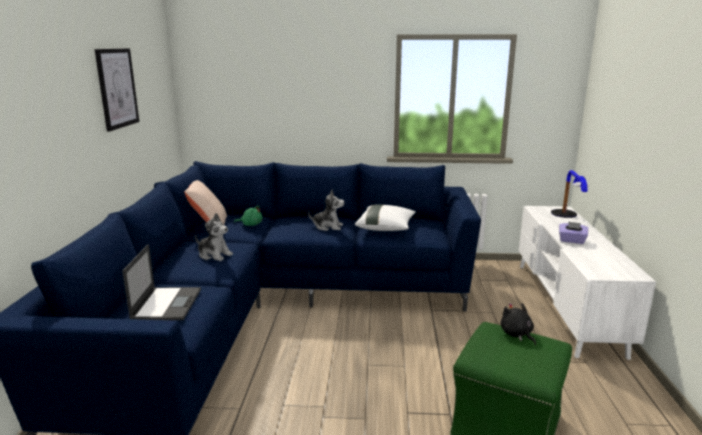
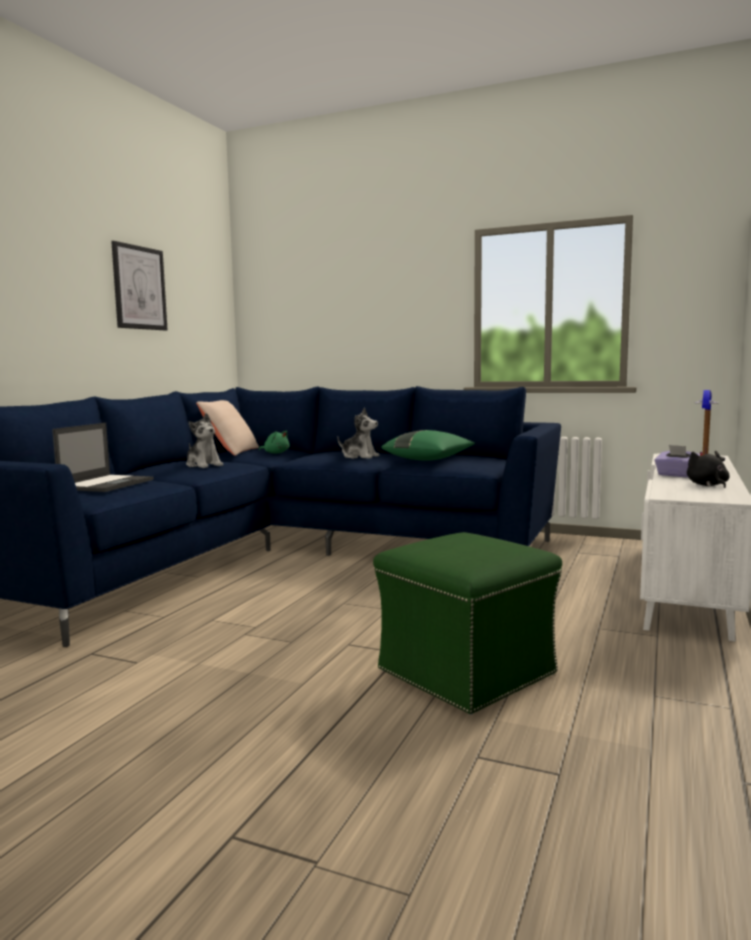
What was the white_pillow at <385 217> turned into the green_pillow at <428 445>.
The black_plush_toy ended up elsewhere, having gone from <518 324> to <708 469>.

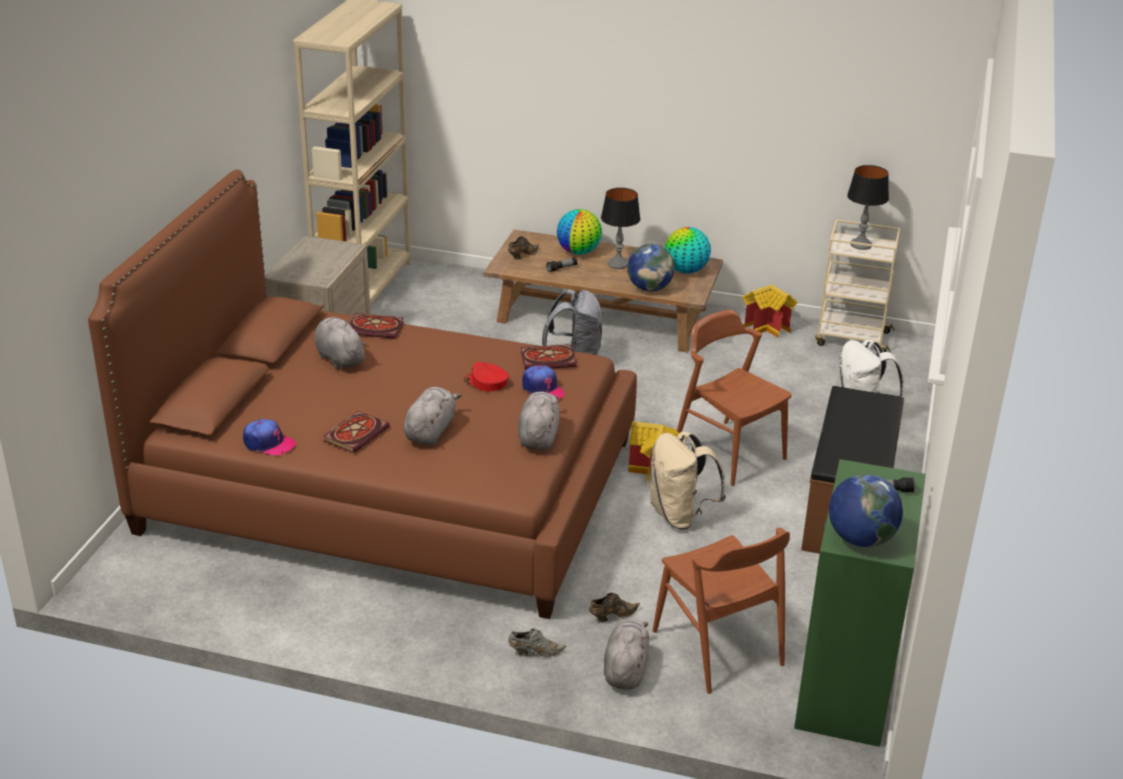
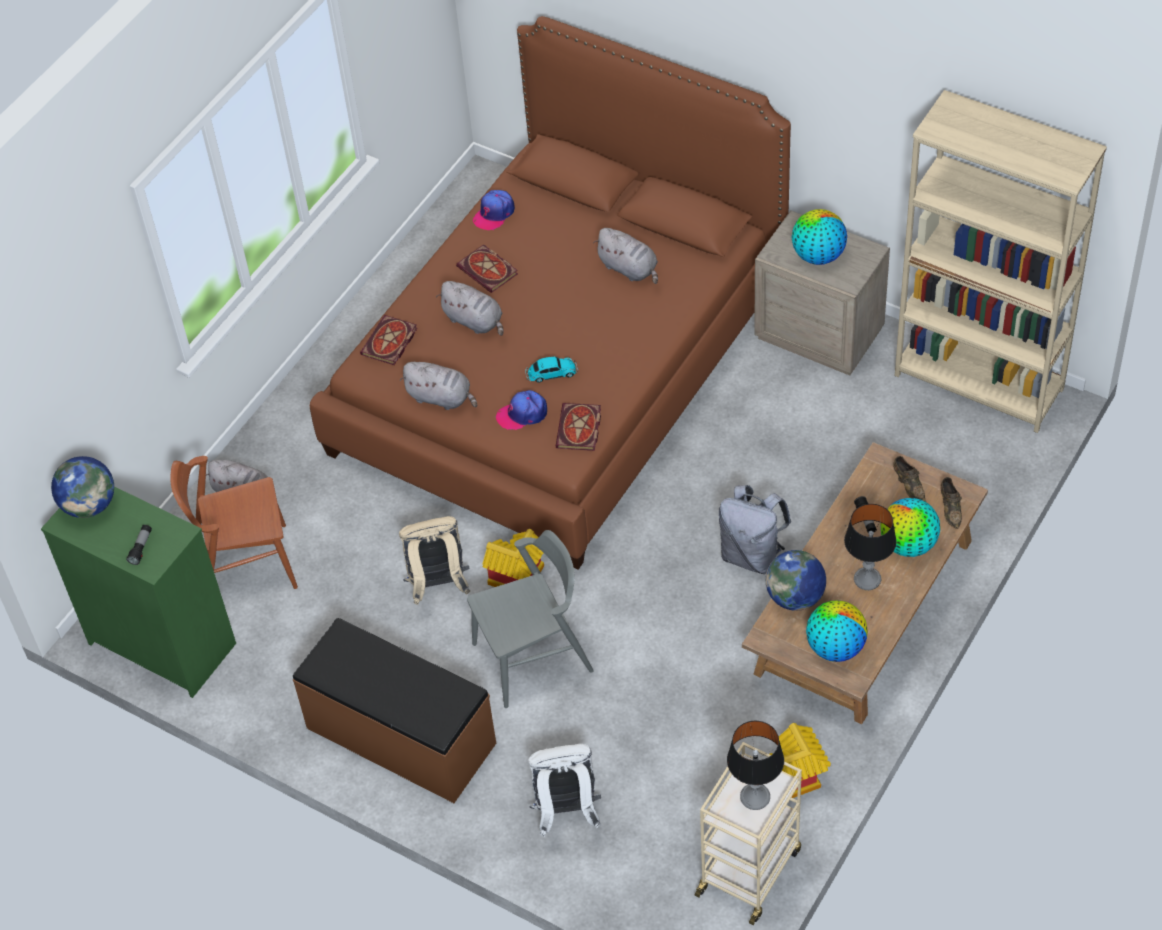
What was the brown_chair at <734 397> turned into the grey_chair at <530 619>.
The book ended up elsewhere, having gone from <377 326> to <388 340>.
The grey_plush_toy at <341 343> ended up facing another way, 60 degrees clockwise from before.
Where the red_cap stood at <486 376>, the toy_car came to stand at <551 369>.
The brown_shoe ended up elsewhere, having gone from <614 607> to <951 503>.
The second view lost the grey_shoe at <537 642>.
The second view gained the globe at <819 237>.

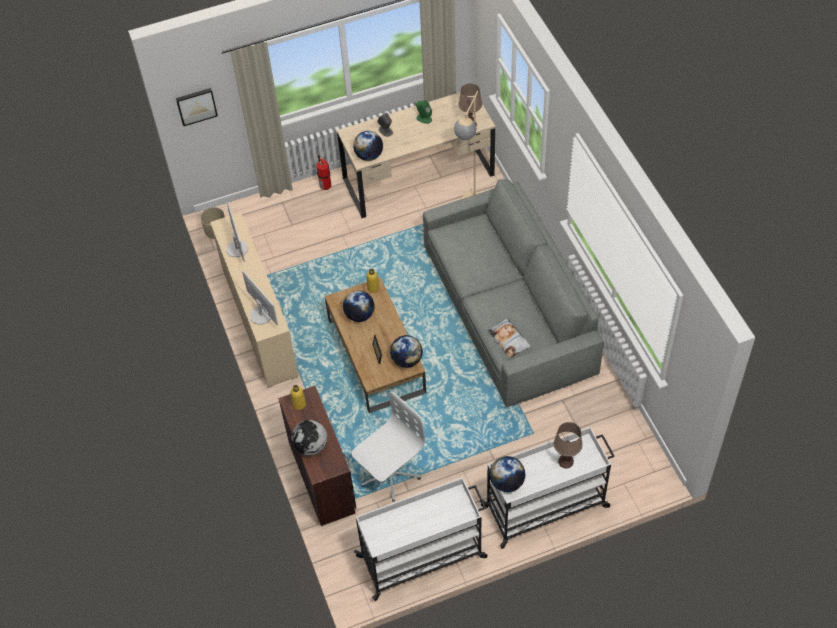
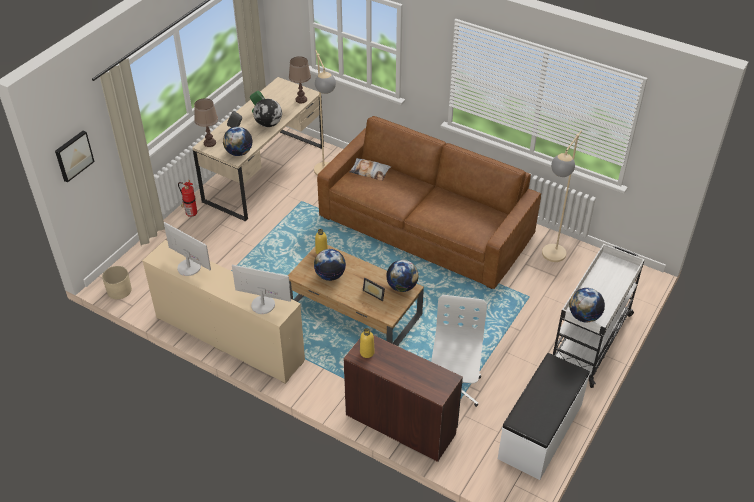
What was the grey_sofa at <513 293> turned into the brown_sofa at <429 202>.
The pillow ended up elsewhere, having gone from <509 338> to <370 169>.
The globe ended up elsewhere, having gone from <309 438> to <267 113>.
The brown_table_lamp ended up elsewhere, having gone from <568 445> to <206 122>.
Where the white_cart stood at <421 539>, the white_bench came to stand at <544 416>.
The second view gained the beige_floor_lamp at <562 196>.

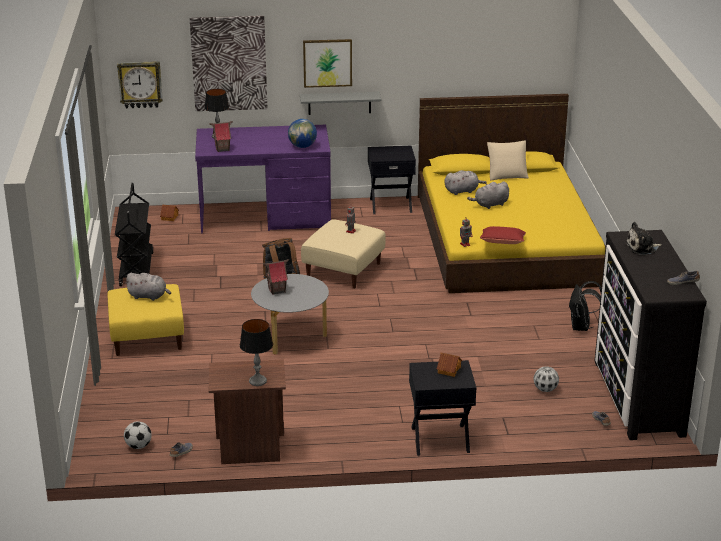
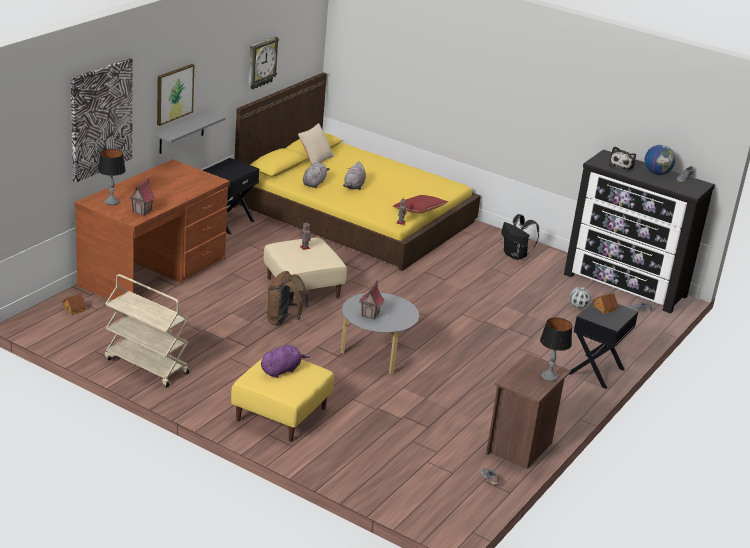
The wall_clock ended up elsewhere, having gone from <140 84> to <263 62>.
The globe ended up elsewhere, having gone from <302 133> to <660 160>.
What was the purple_desk at <263 179> turned into the brown_desk at <152 230>.
What was the black_cart at <134 234> turned into the beige_cart at <147 331>.
What was the grey_plush_toy at <148 287> turned into the purple_plush_toy at <285 361>.
The second view lost the football at <138 435>.

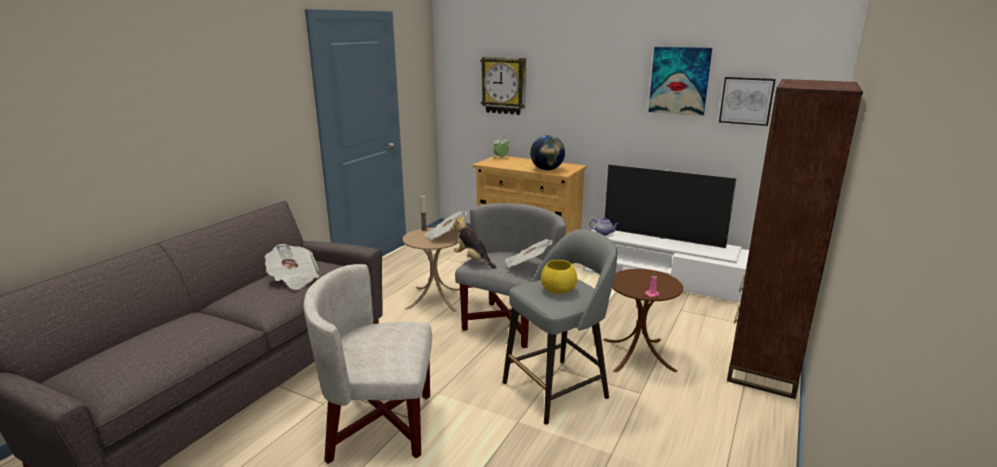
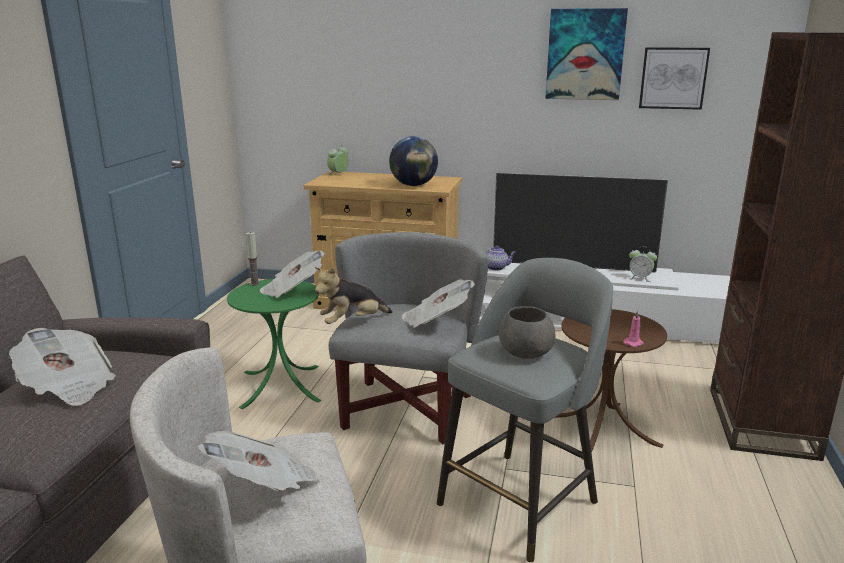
The second view lost the wall_clock at <503 86>.
The plush_toy at <473 242> ended up facing another way, 60 degrees counterclockwise from before.
What was the beige_side_table at <431 269> turned into the green_side_table at <274 344>.
What was the yellow_bowl at <559 277> turned into the grey_bowl at <527 332>.
The second view gained the alarm_clock at <642 264>.
The second view gained the newspaper at <260 461>.

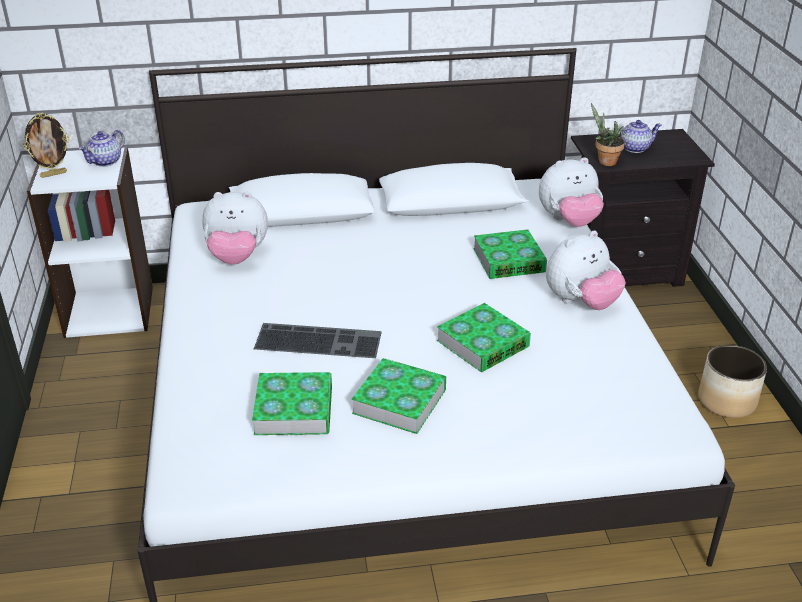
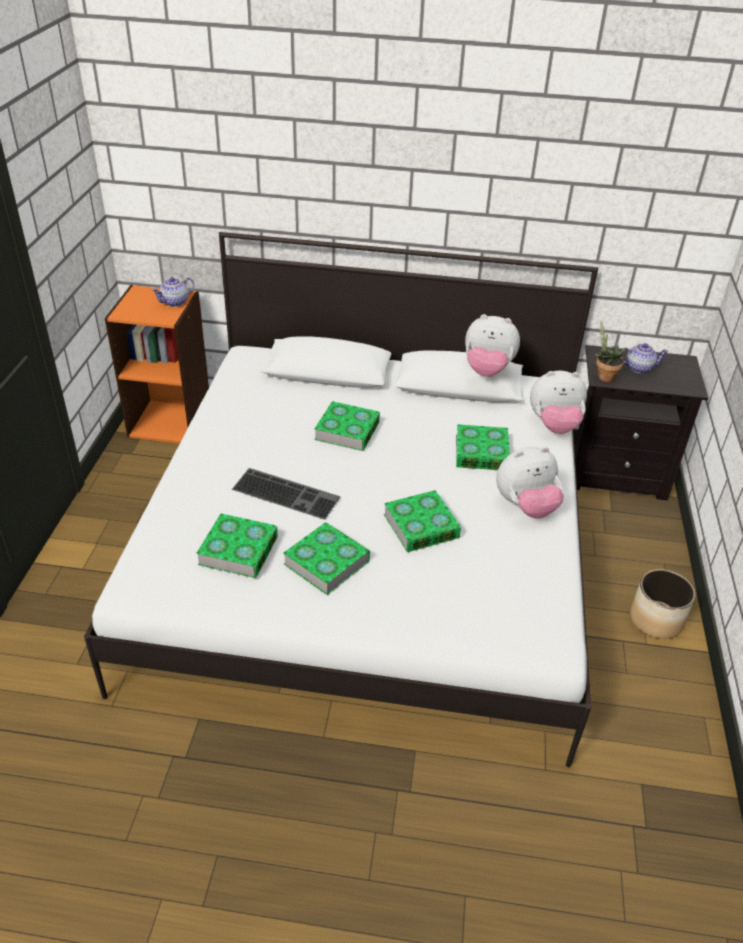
The second view lost the picture_frame at <46 145>.
What was the white_bookcase at <90 242> turned into the orange_bookcase at <157 364>.
The plush_toy ended up elsewhere, having gone from <235 228> to <492 345>.
The second view gained the book at <347 426>.

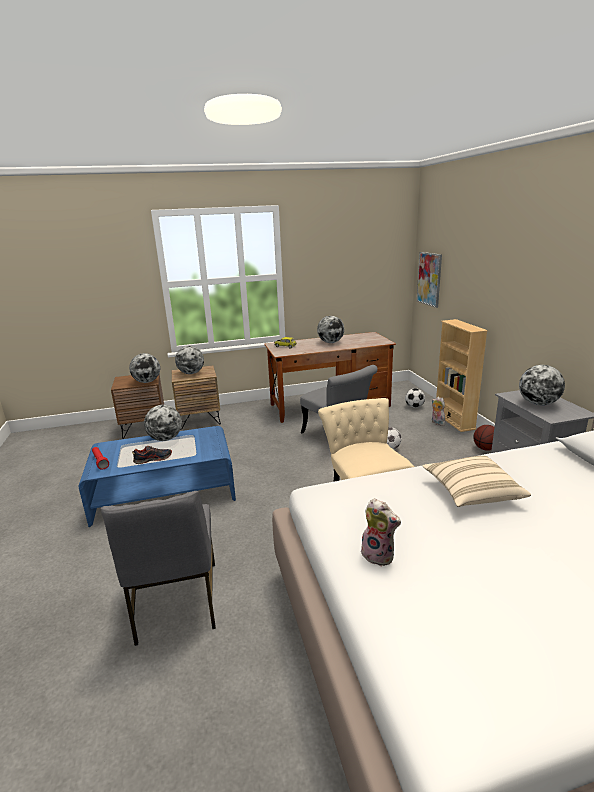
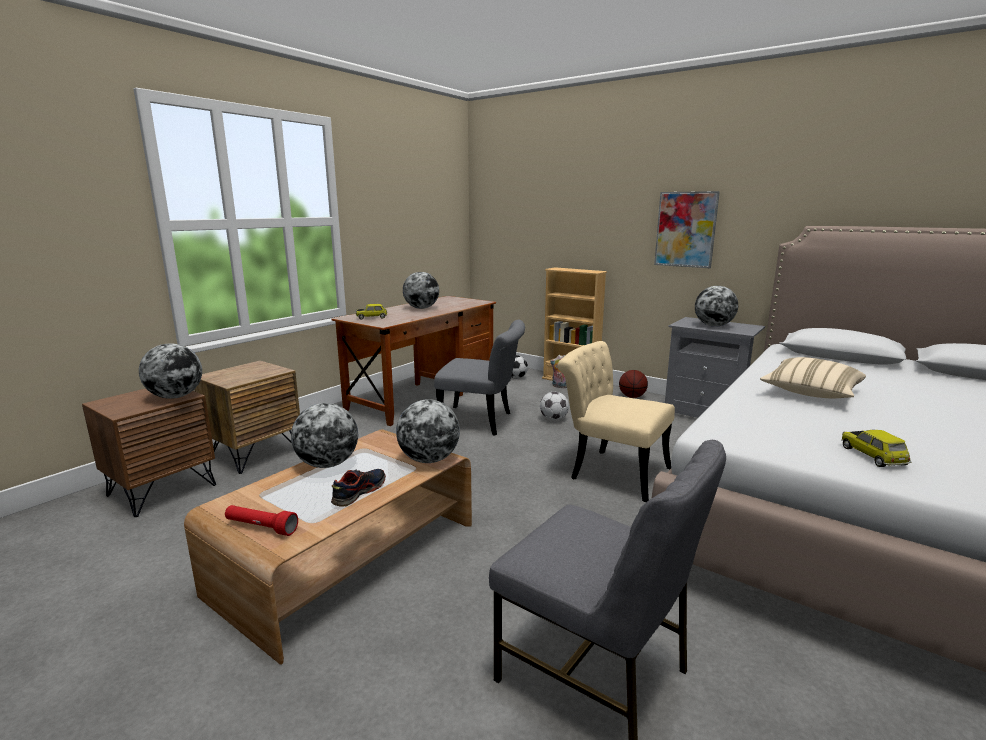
The picture ended up elsewhere, having gone from <429 280> to <687 229>.
The globe ended up elsewhere, having gone from <189 360> to <428 431>.
What was the blue_coffee_table at <157 476> turned into the brown_coffee_table at <328 547>.
Where the plush_toy stood at <381 532>, the toy_car came to stand at <876 448>.

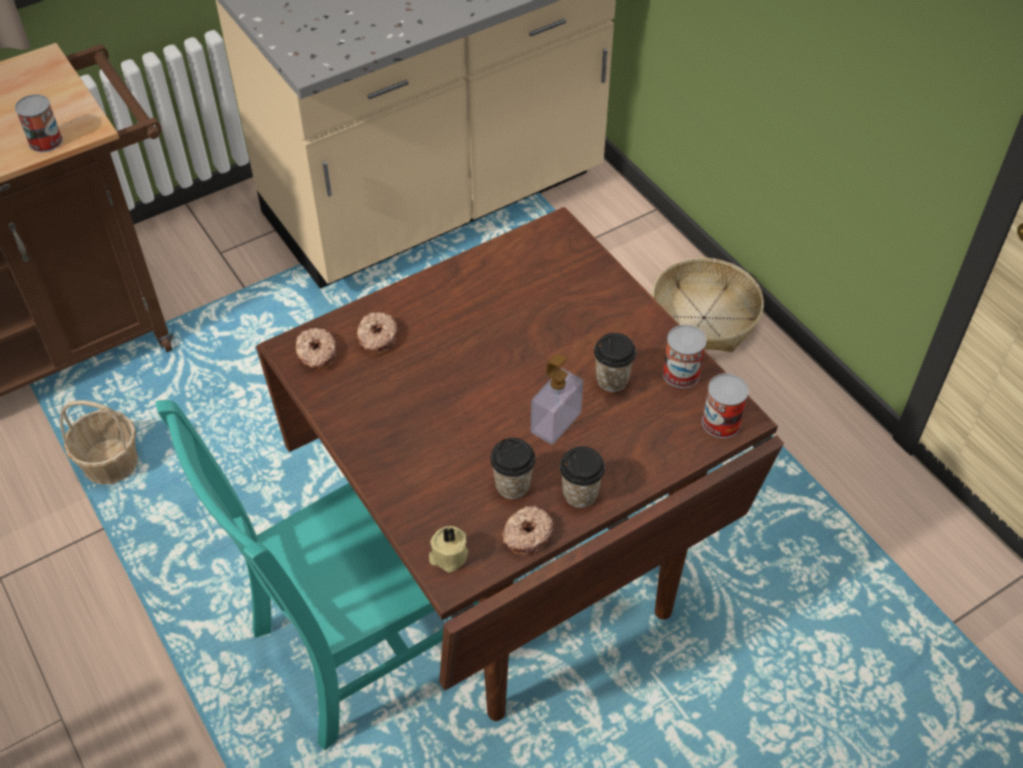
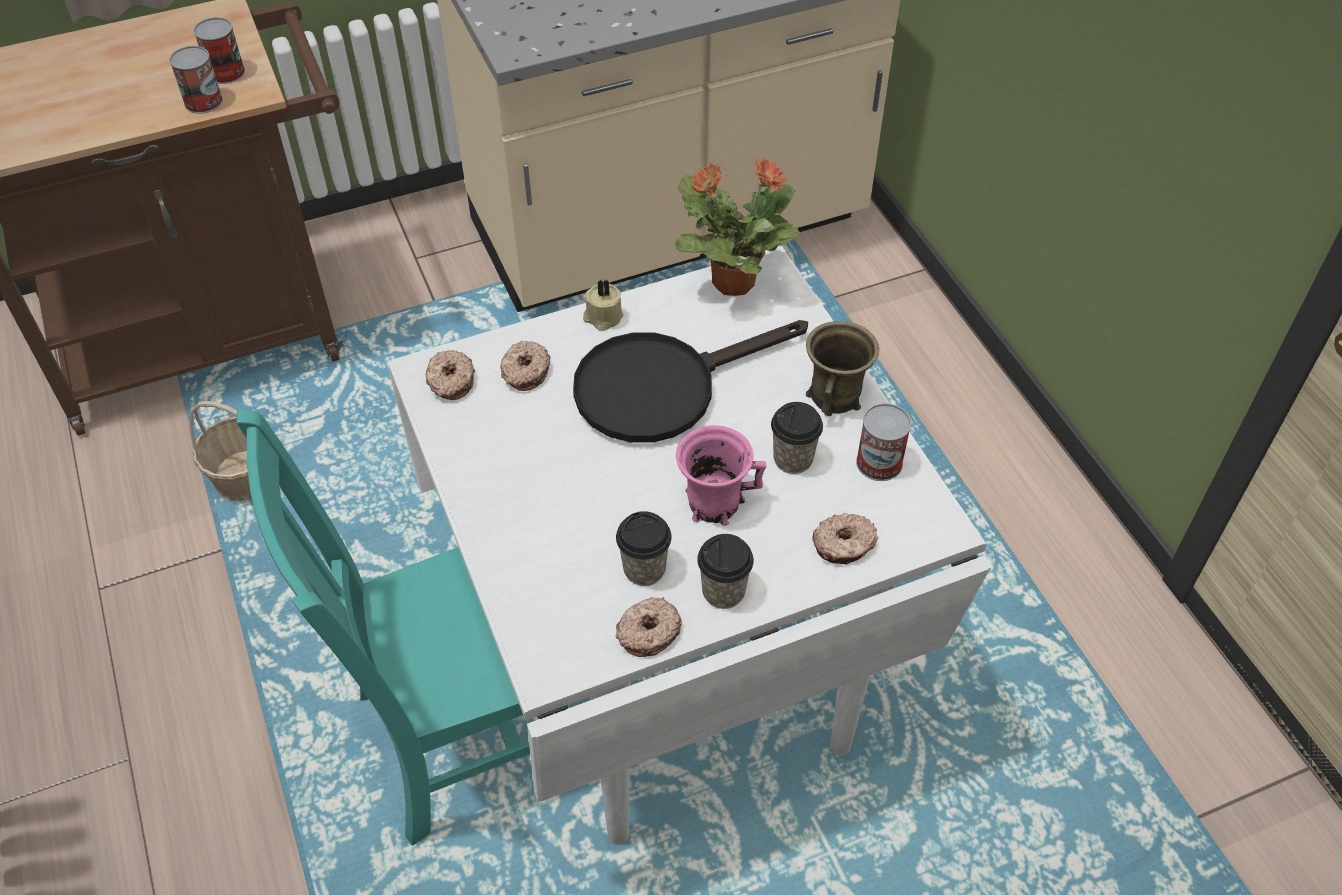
What was the brown_dining_table at <520 464> turned into the white_dining_table at <689 545>.
The second view lost the basket at <708 305>.
Where the soap_dispenser stood at <557 399>, the pink_mug came to stand at <721 475>.
The can ended up elsewhere, having gone from <725 405> to <219 50>.
The beige_candle ended up elsewhere, having gone from <448 549> to <603 305>.
The second view gained the potted_plant at <738 226>.
The second view gained the black_frying_pan at <690 381>.
The second view gained the brown_mug at <842 368>.
The second view gained the donut at <845 539>.

